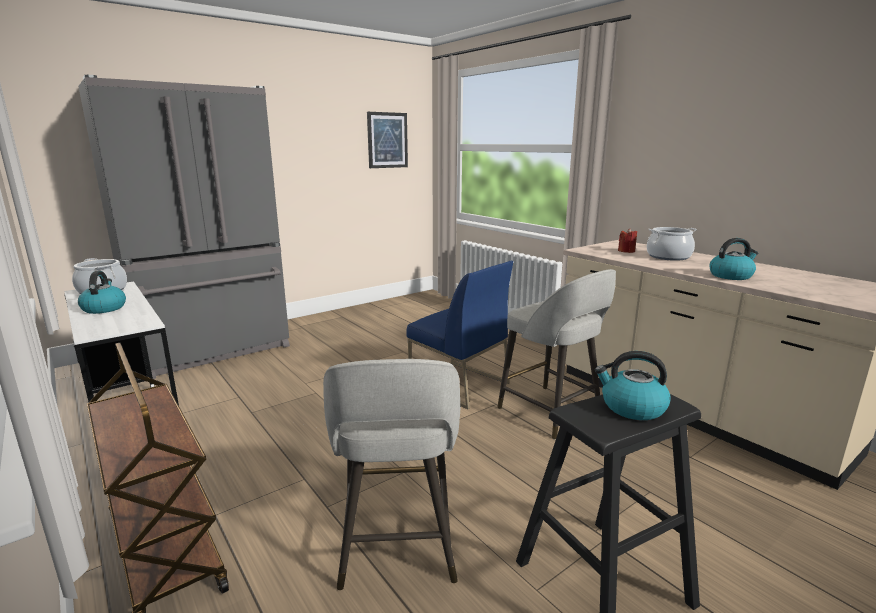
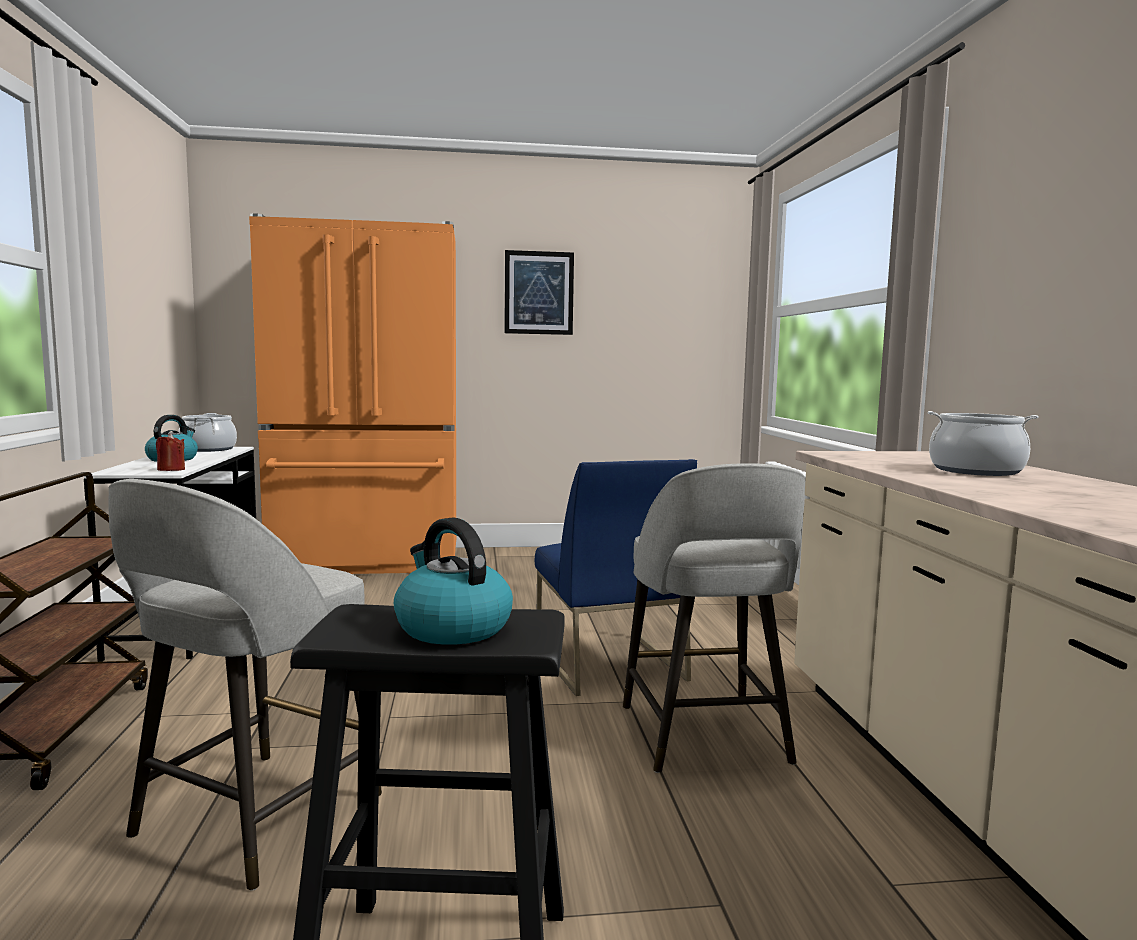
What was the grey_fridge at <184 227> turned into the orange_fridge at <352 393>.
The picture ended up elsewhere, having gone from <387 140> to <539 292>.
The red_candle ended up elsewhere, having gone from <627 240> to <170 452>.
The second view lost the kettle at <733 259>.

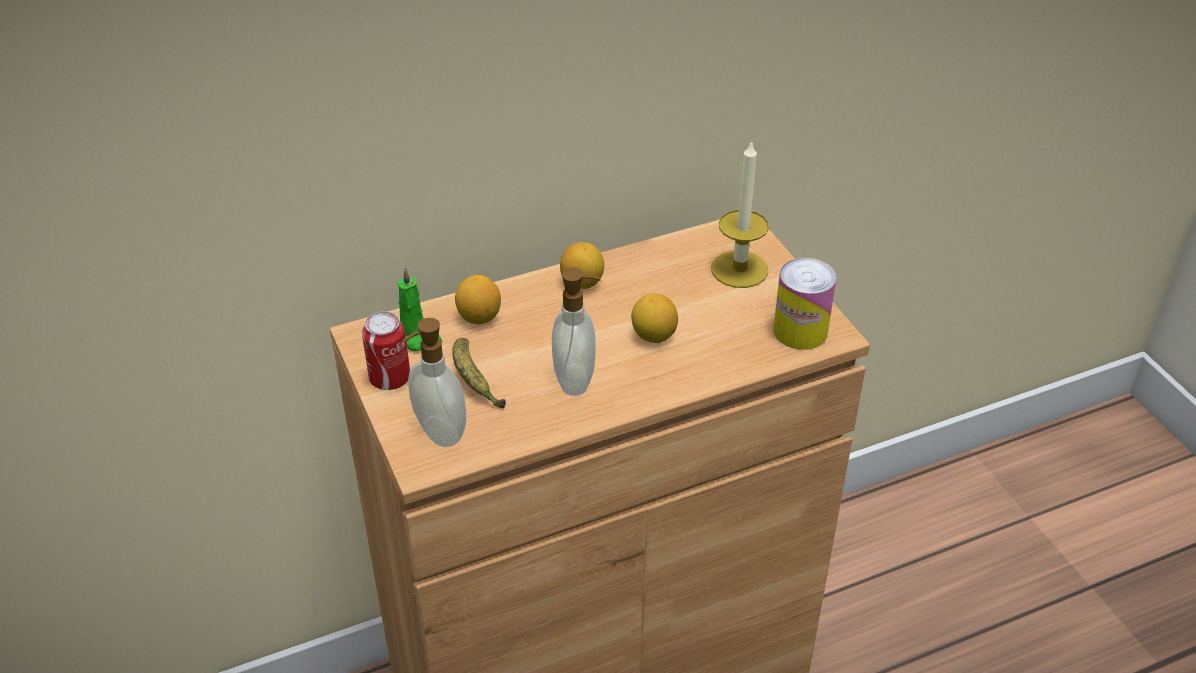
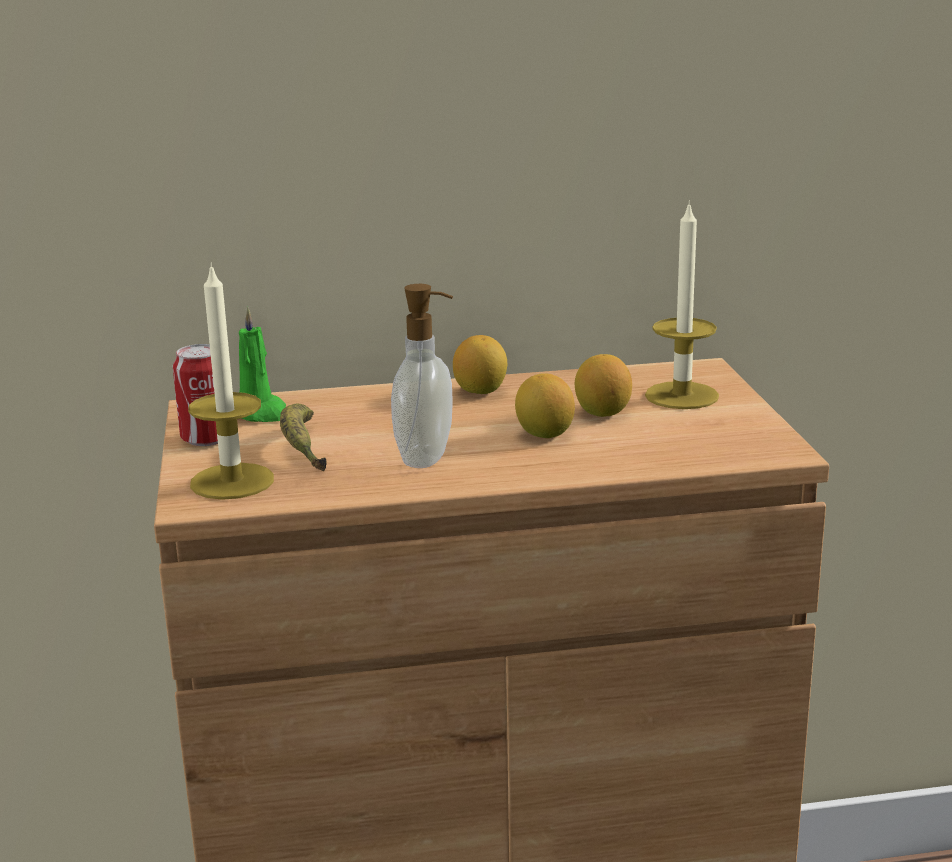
The second view lost the can at <805 304>.
The lemon ended up elsewhere, having gone from <478 299> to <603 385>.
Where the soap_dispenser stood at <434 382>, the candle came to stand at <231 381>.

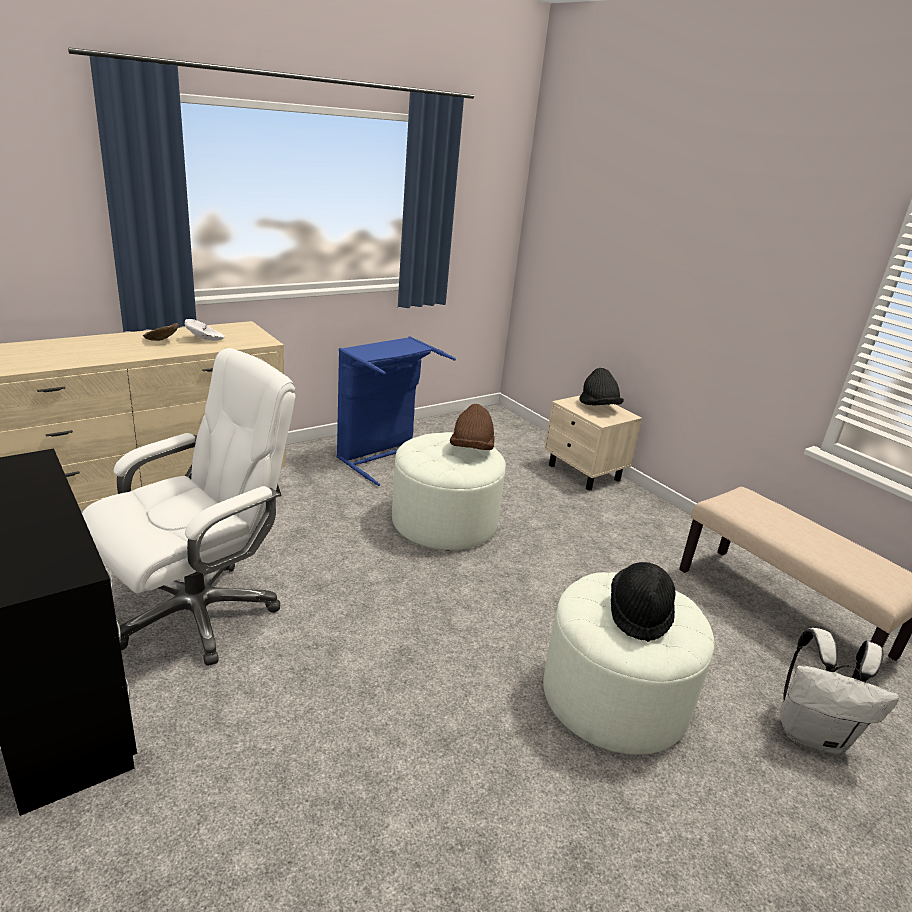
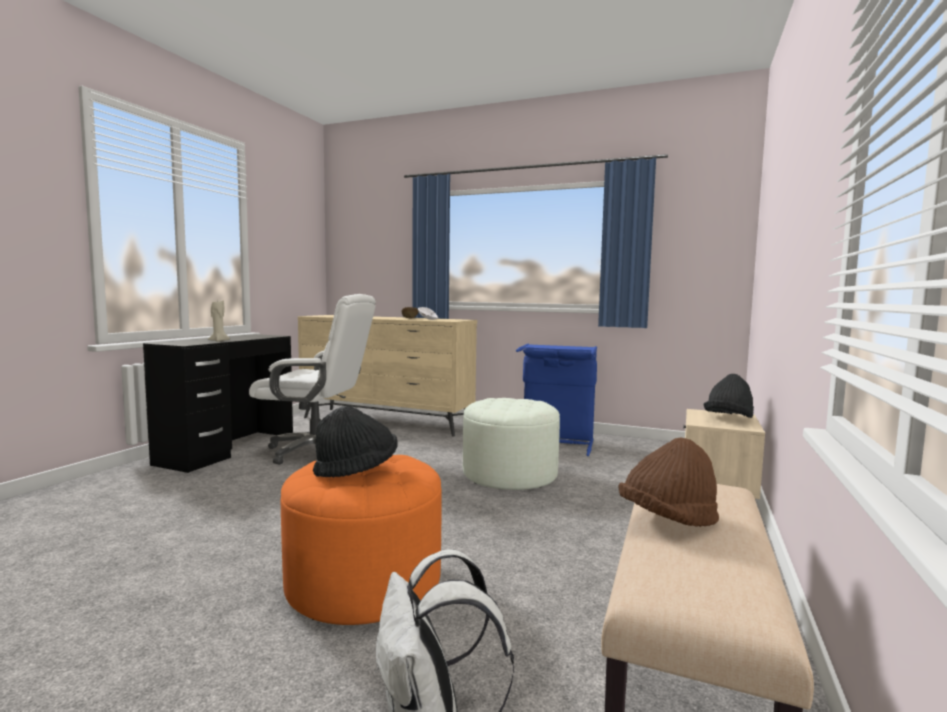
The brown_hat ended up elsewhere, having gone from <472 427> to <669 482>.
What was the white_ottoman at <628 663> turned into the orange_ottoman at <361 540>.
The second view gained the beige_candle at <219 321>.

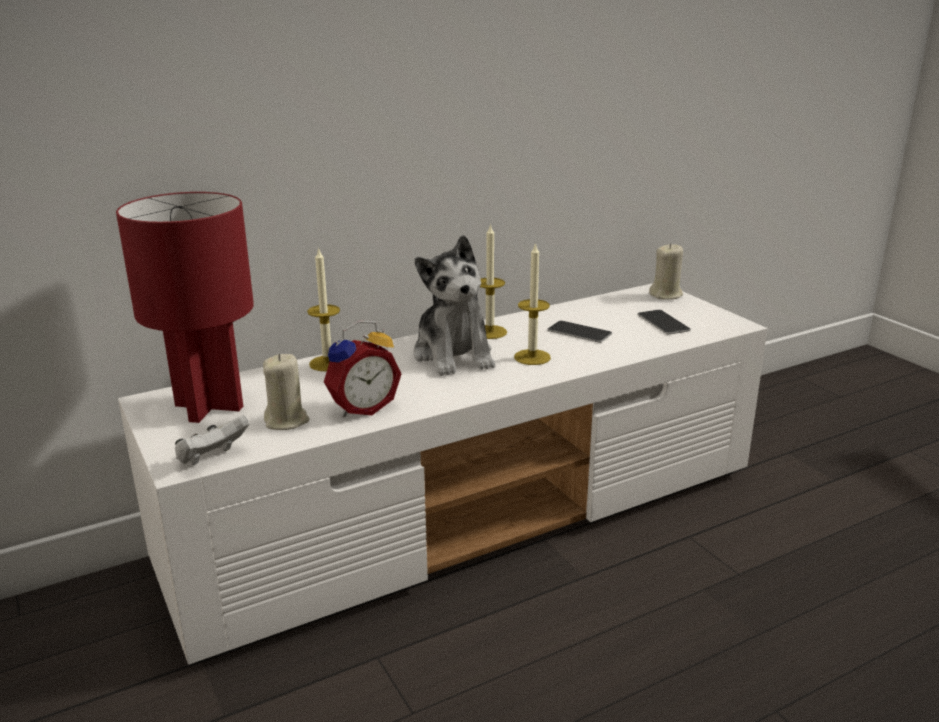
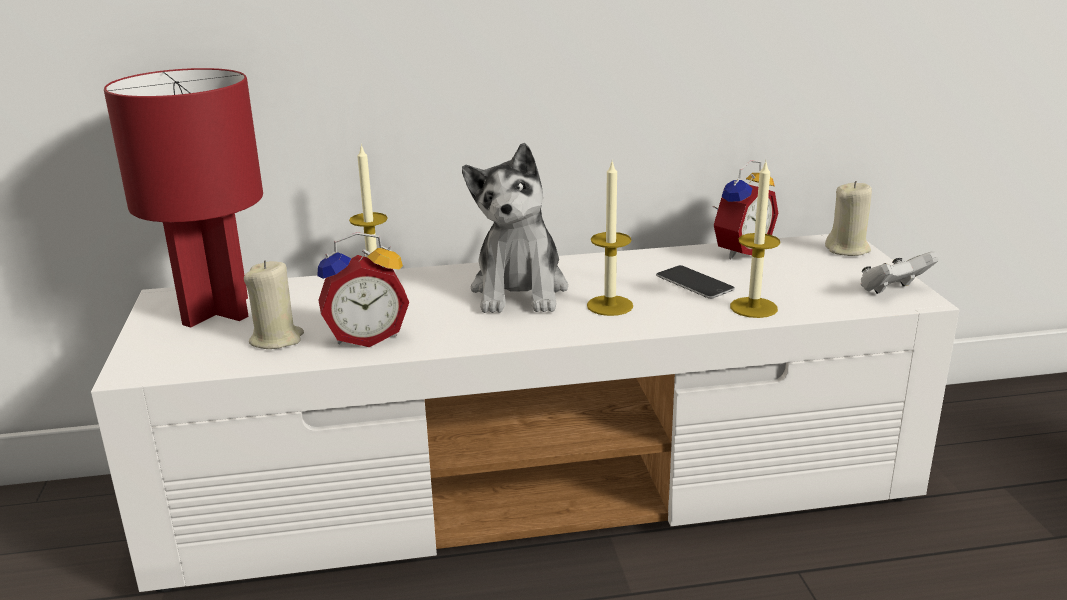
The candle ended up elsewhere, having gone from <493 281> to <755 240>.
The second view lost the phone at <664 322>.
The white_game_controller ended up elsewhere, having gone from <212 440> to <899 272>.
The second view gained the alarm_clock at <745 210>.

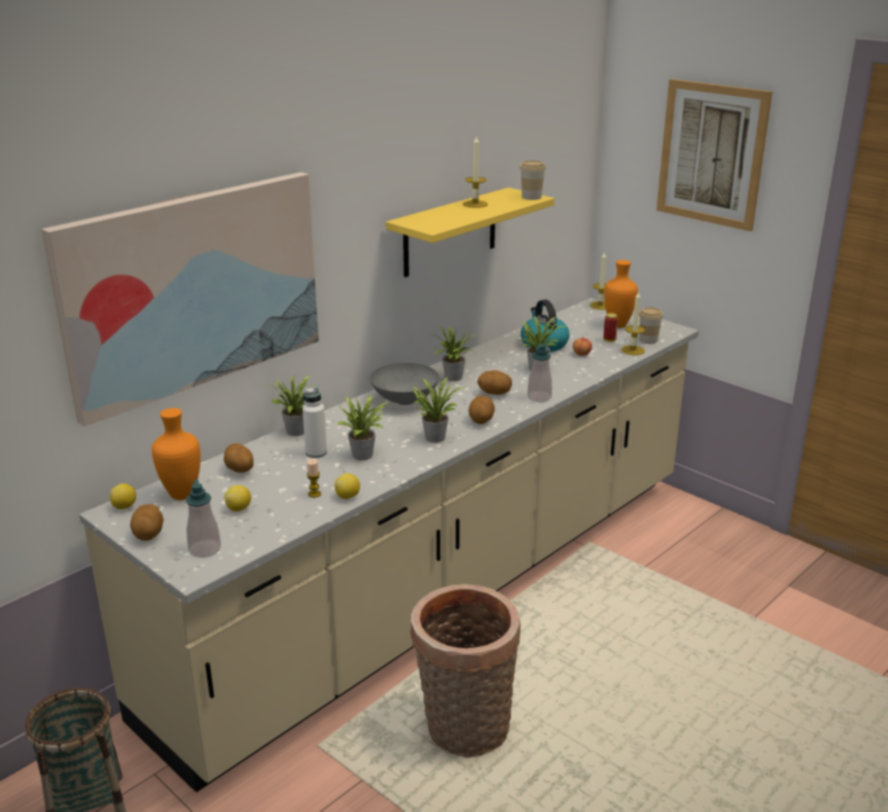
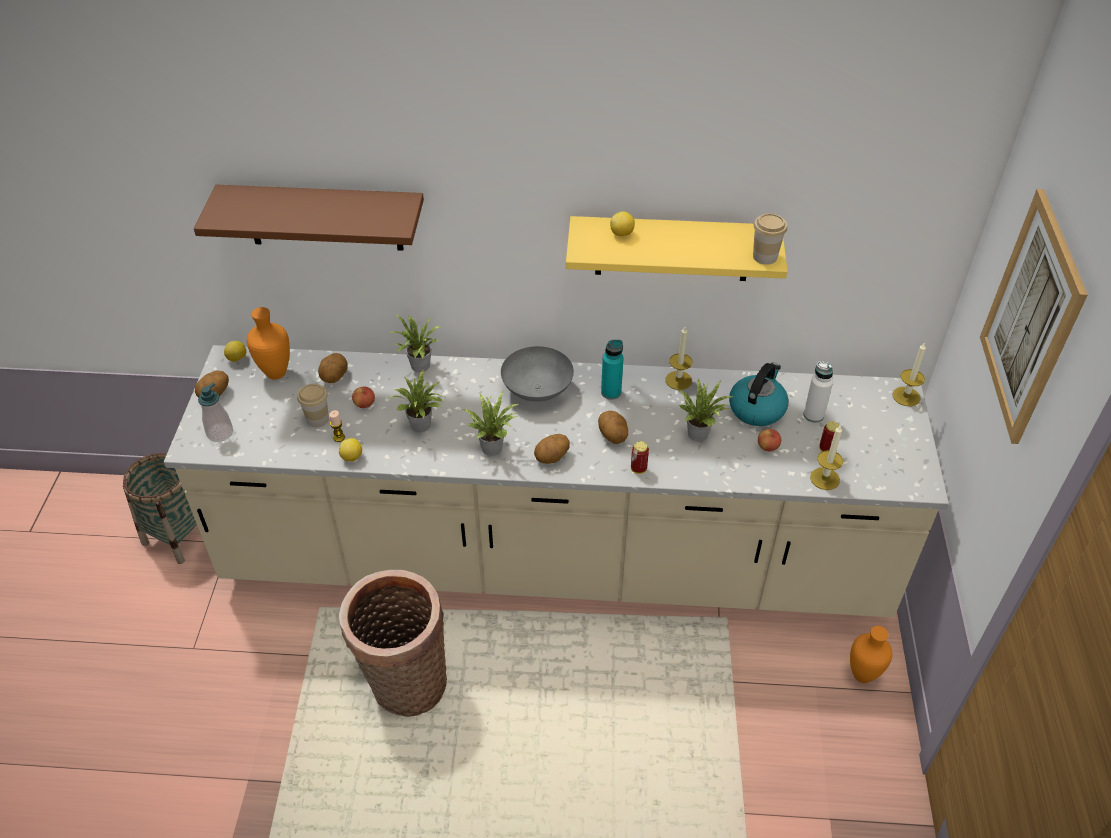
The candle ended up elsewhere, having gone from <475 171> to <679 358>.
Where the picture hung at <180 299>, the brown_shelf came to hang at <309 218>.
The orange_vase ended up elsewhere, having gone from <621 294> to <871 654>.
The cup ended up elsewhere, having gone from <651 325> to <313 405>.
Where the potted_plant stood at <453 353>, the turquoise_bottle came to stand at <612 370>.
Where the soap_dispenser stood at <540 373>, the can came to stand at <640 457>.
The white_bottle ended up elsewhere, having gone from <314 422> to <818 392>.
The lemon ended up elsewhere, having gone from <238 498> to <622 223>.
The second view gained the apple at <363 397>.

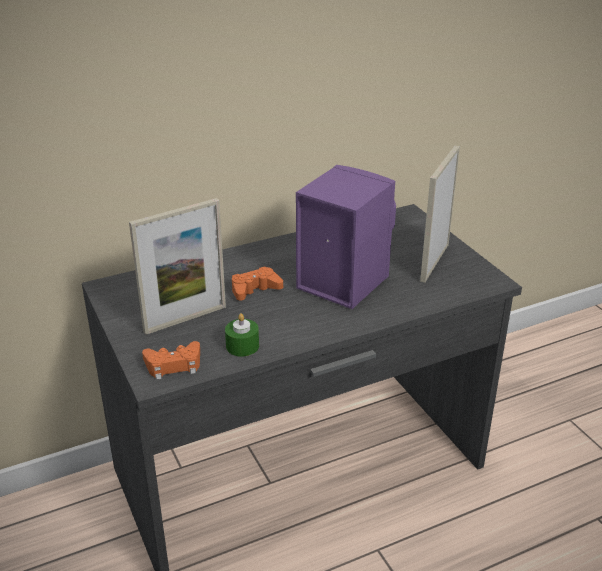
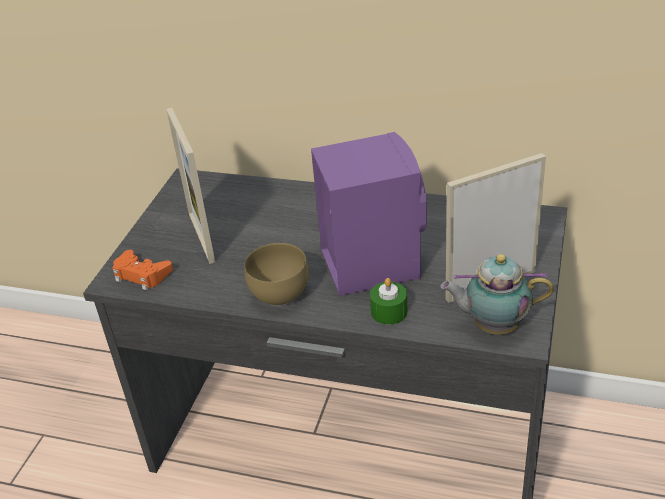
The picture_frame at <177 266> ended up facing another way, 60 degrees clockwise from before.
The second view lost the orange_game_controller at <257 284>.
The green_candle ended up elsewhere, having gone from <242 335> to <389 301>.
The second view gained the brown_bowl at <276 274>.
The second view gained the teapot at <497 294>.

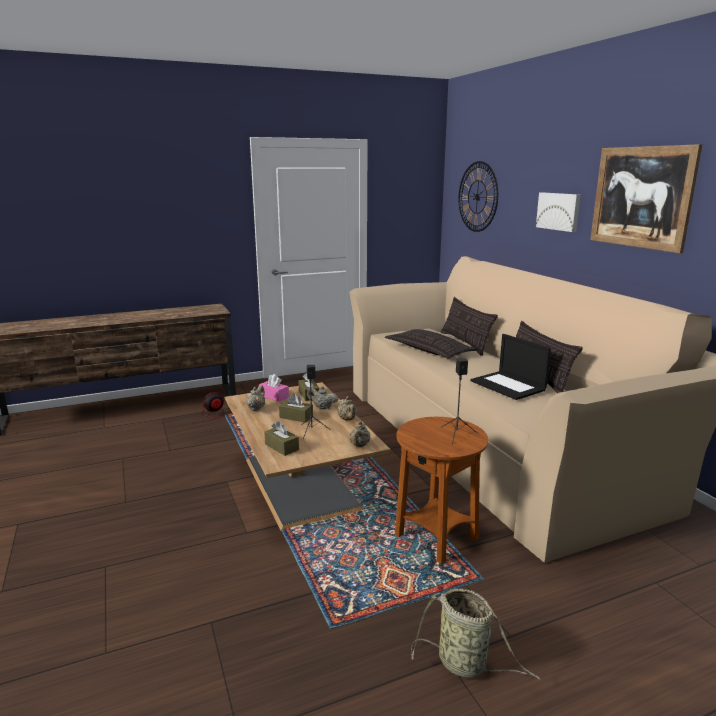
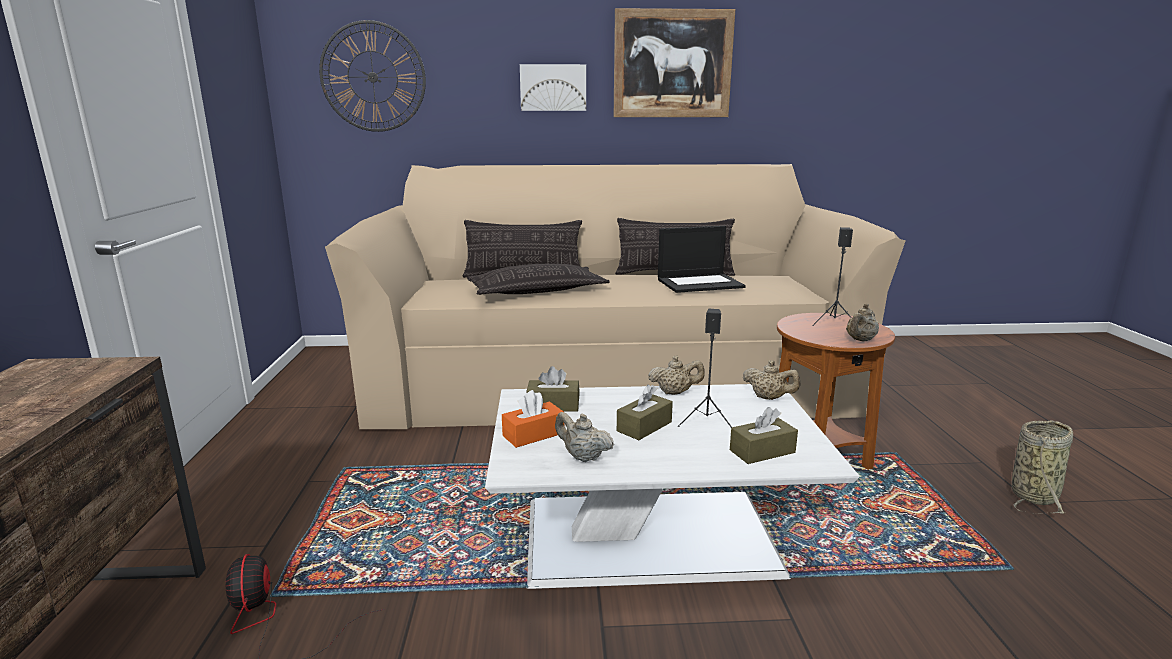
What was the pink_tissue_box at <274 388> turned into the orange_tissue_box at <533 419>.
What was the brown_coffee_table at <307 456> turned into the white_coffee_table at <672 486>.
The beige_teapot ended up elsewhere, having gone from <322 398> to <862 323>.

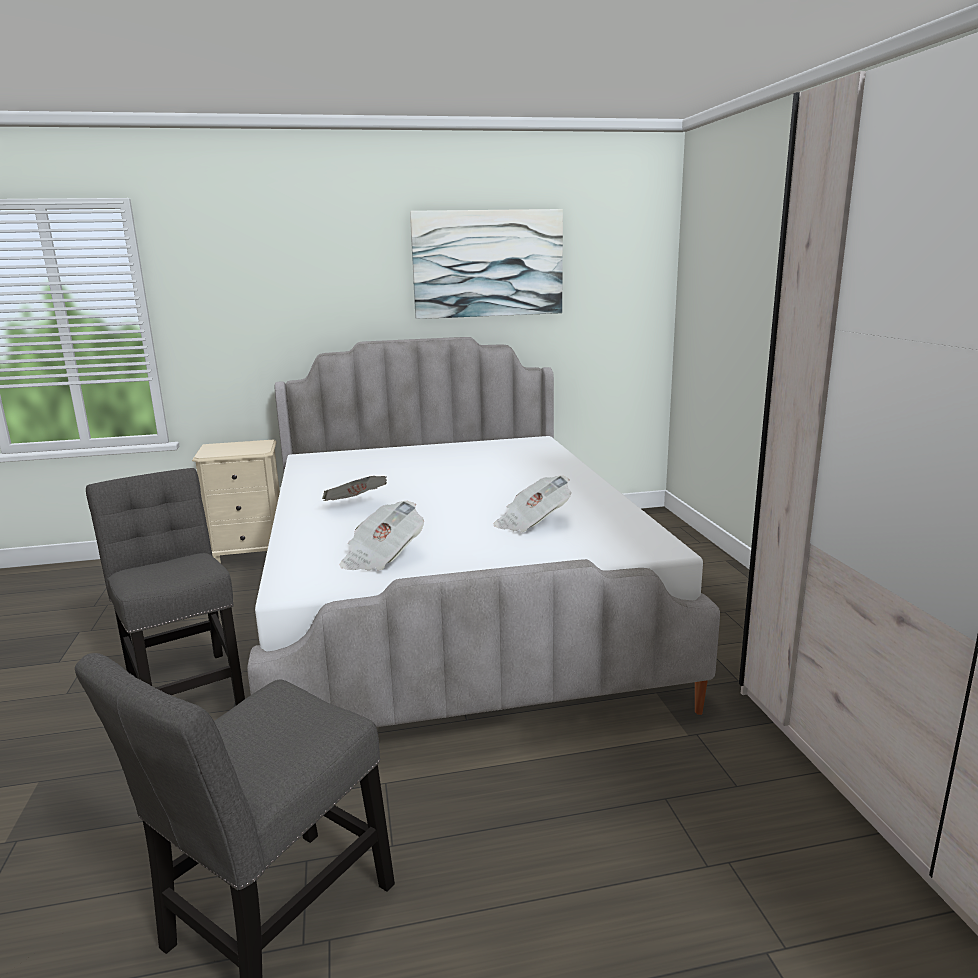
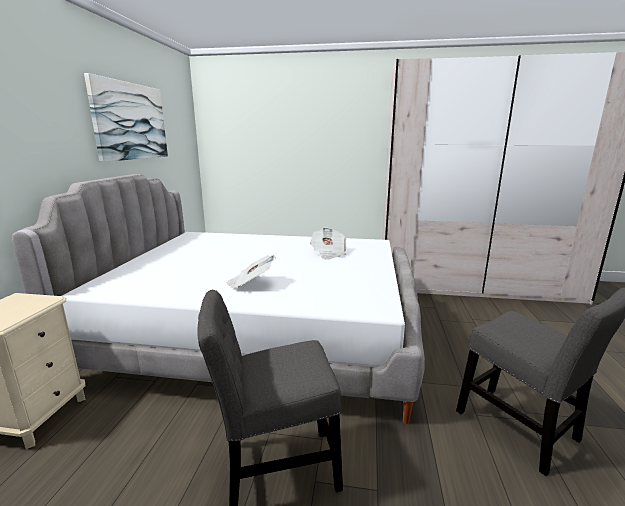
The second view lost the newspaper at <381 536>.

